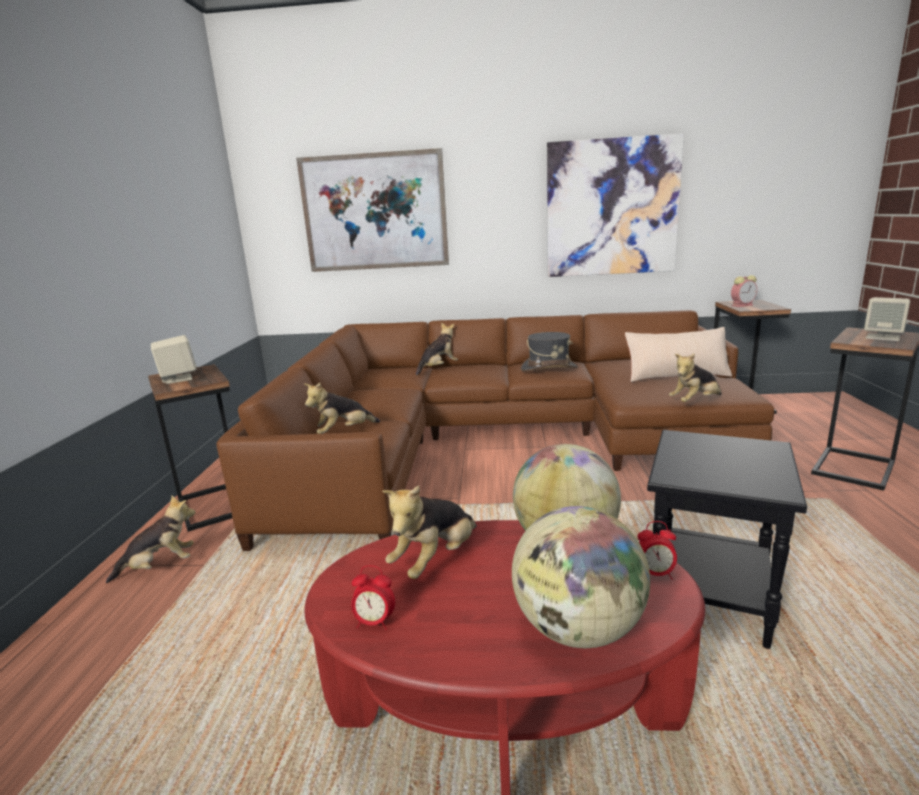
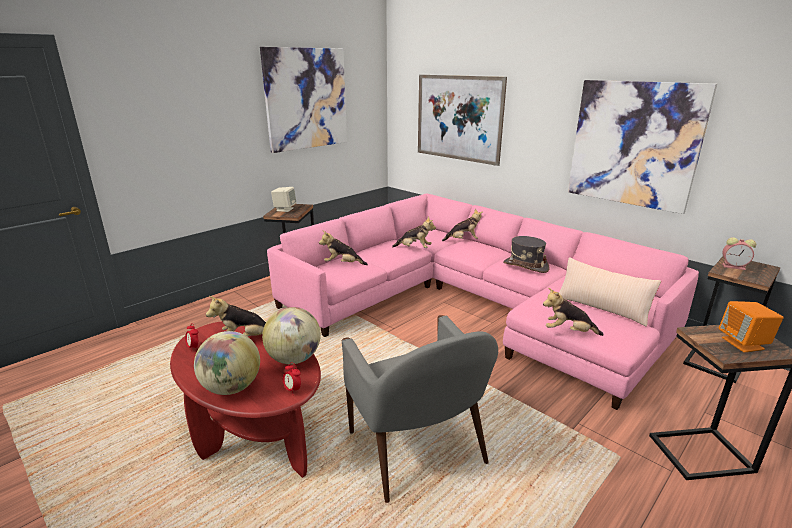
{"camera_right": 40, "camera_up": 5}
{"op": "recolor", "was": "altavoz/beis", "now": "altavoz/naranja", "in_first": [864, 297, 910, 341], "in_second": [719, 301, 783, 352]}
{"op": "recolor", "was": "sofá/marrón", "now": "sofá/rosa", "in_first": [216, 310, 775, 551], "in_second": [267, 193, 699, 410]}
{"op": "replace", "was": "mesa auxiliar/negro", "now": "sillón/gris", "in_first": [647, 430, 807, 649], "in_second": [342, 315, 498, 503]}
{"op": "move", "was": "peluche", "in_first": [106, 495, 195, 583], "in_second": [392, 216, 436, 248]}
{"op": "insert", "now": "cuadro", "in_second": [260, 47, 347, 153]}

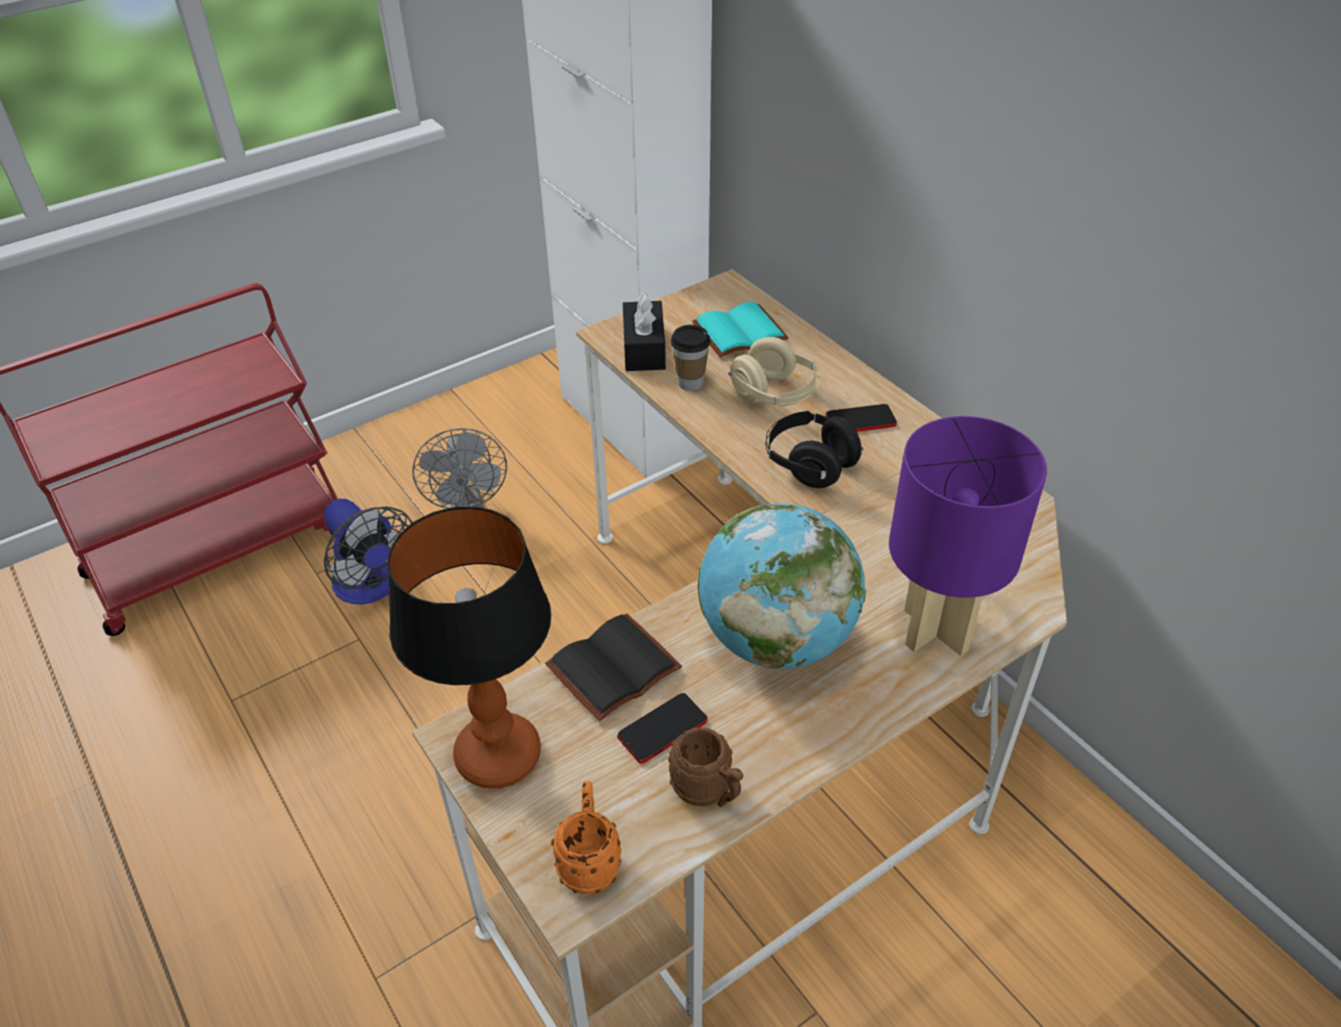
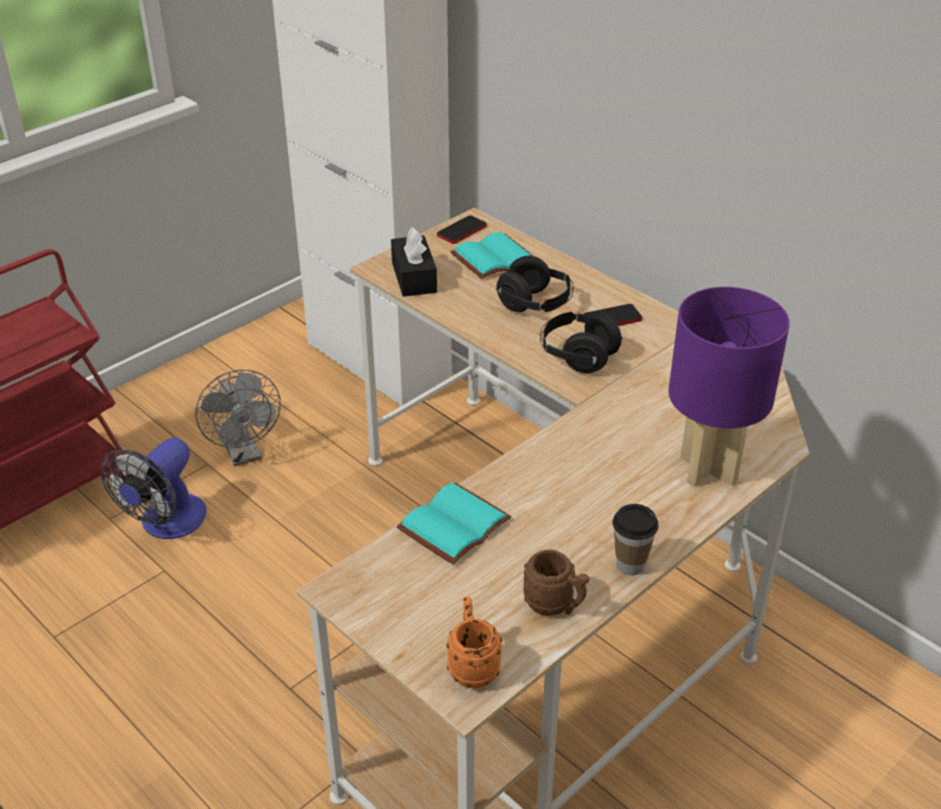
{"camera_right": -10, "camera_up": -5}
{"op": "move", "was": "taza", "in_first": [670, 325, 711, 391], "in_second": [612, 504, 659, 575]}
{"op": "recolor", "was": "auriculares/beis", "now": "auriculares/negro", "in_first": [728, 337, 820, 407], "in_second": [496, 256, 574, 312]}
{"op": "rotate", "was": "ventilador", "in_first": [324, 499, 412, 604], "in_second": [101, 438, 206, 539], "clockwise": 75}
{"op": "delete", "was": "globo terráqueo", "in_first": [698, 503, 866, 669]}
{"op": "delete", "was": "lámpara de mesa", "in_first": [387, 507, 551, 789]}
{"op": "recolor", "was": "libro/negro", "now": "libro/turquesa", "in_first": [545, 613, 682, 721], "in_second": [397, 483, 511, 565]}
{"op": "move", "was": "móvil", "in_first": [617, 693, 708, 763], "in_second": [437, 215, 487, 244]}

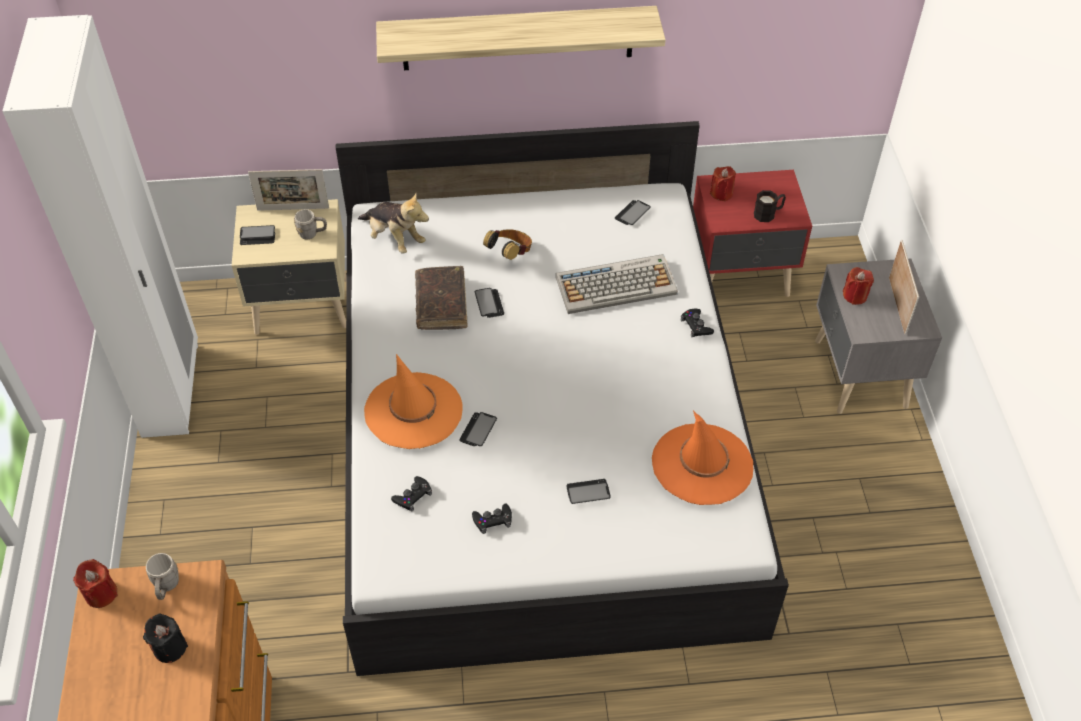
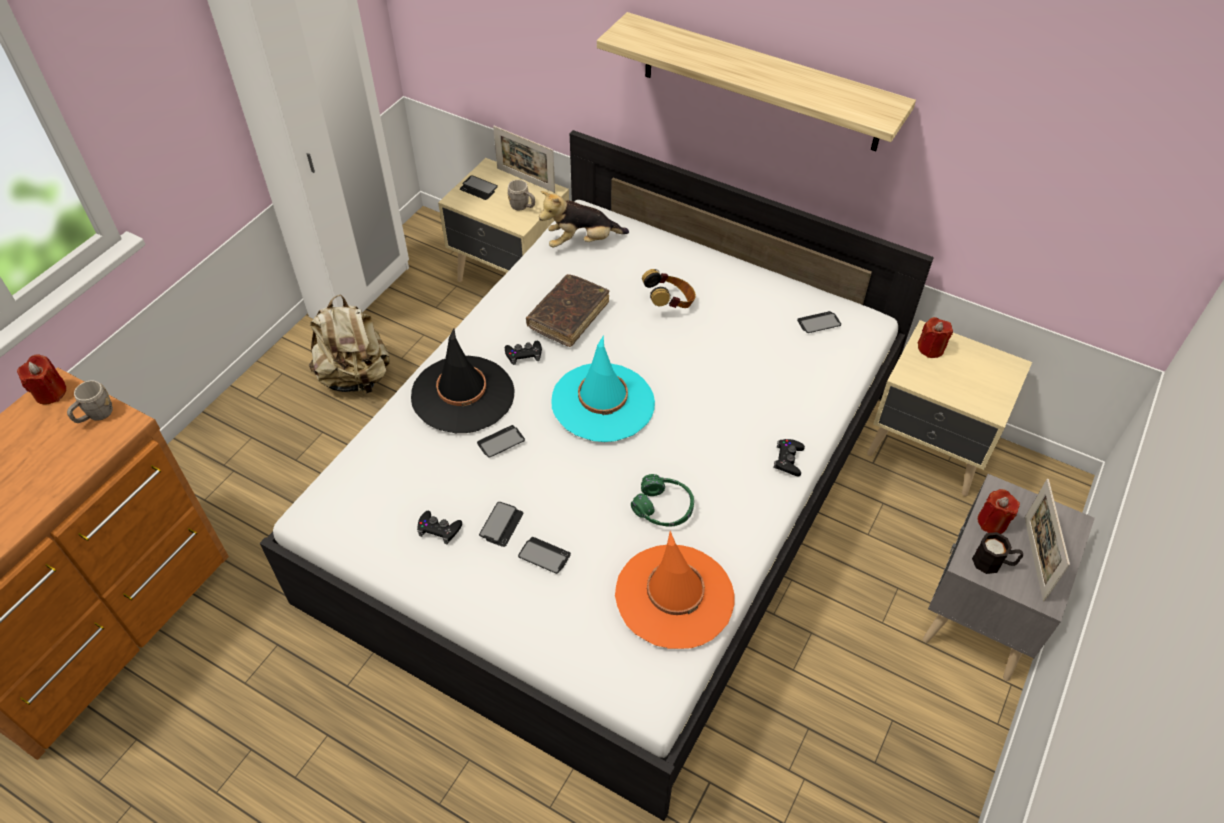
{"camera_right": 35, "camera_up": 0}
{"op": "recolor", "was": "mesita de noche/rojo", "now": "mesita de noche/beis", "in_first": [693, 170, 812, 297], "in_second": [867, 320, 1032, 496]}
{"op": "move", "was": "taza grande/negro", "in_first": [754, 190, 786, 222], "in_second": [972, 532, 1023, 574]}
{"op": "rotate", "was": "peluche", "in_first": [358, 193, 429, 254], "in_second": [539, 191, 629, 247], "clockwise": 90}
{"op": "rotate", "was": "portarretratos", "in_first": [889, 240, 919, 335], "in_second": [1025, 479, 1070, 601], "clockwise": 150}
{"op": "delete", "was": "teclado", "in_first": [556, 254, 678, 314]}
{"op": "move", "was": "móvil", "in_first": [474, 288, 504, 318], "in_second": [479, 502, 523, 547]}
{"op": "recolor", "was": "sombrero/naranja", "now": "sombrero/negro", "in_first": [364, 354, 462, 449], "in_second": [411, 328, 514, 433]}
{"op": "move", "was": "mando de consola/negro", "in_first": [391, 476, 432, 511], "in_second": [505, 341, 542, 365]}
{"op": "delete", "was": "vela/negro", "in_first": [143, 613, 188, 663]}
{"op": "insert", "now": "mochila/beis", "in_second": [309, 294, 390, 394]}
{"op": "insert", "now": "sombrero/turquesa", "in_second": [551, 335, 655, 442]}
{"op": "insert", "now": "auriculares/verde", "in_second": [631, 474, 694, 527]}

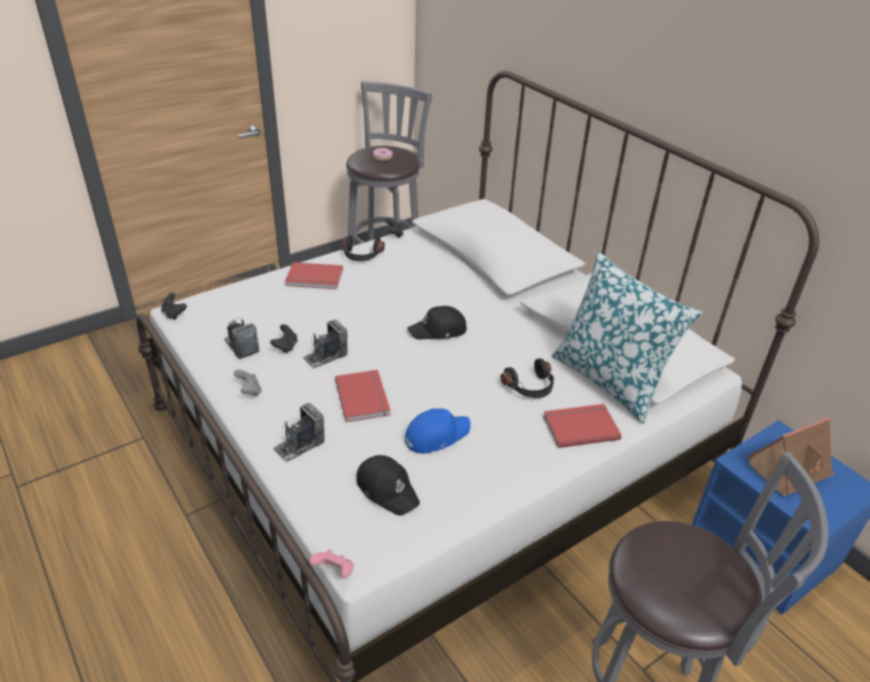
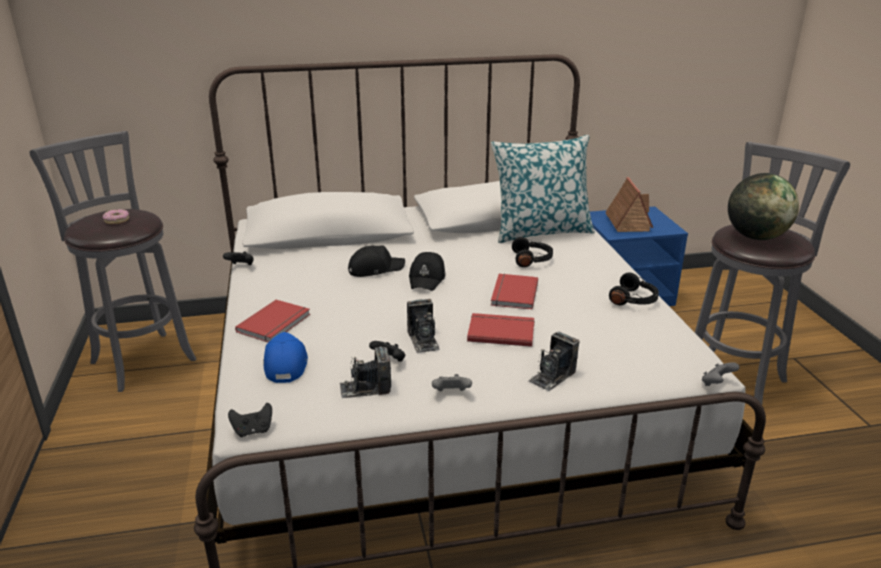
{"camera_right": -65, "camera_up": -10}
{"op": "move", "was": "auriculares/negro", "in_first": [342, 235, 385, 261], "in_second": [609, 272, 659, 305]}
{"op": "rotate", "was": "cámara", "in_first": [273, 403, 325, 462], "in_second": [528, 332, 580, 391], "clockwise": 60}
{"op": "move", "was": "libro/rojo", "in_first": [543, 404, 622, 448], "in_second": [491, 274, 538, 310]}
{"op": "move", "was": "gorra/azul", "in_first": [405, 408, 471, 454], "in_second": [263, 332, 308, 383]}
{"op": "move", "was": "gorra/negro", "in_first": [356, 455, 420, 516], "in_second": [348, 245, 405, 277]}
{"op": "recolor", "was": "mando de consola/rosa", "now": "mando de consola/gris", "in_first": [309, 549, 354, 578], "in_second": [702, 362, 740, 386]}
{"op": "insert", "now": "globo terráqueo", "in_second": [728, 173, 799, 240]}

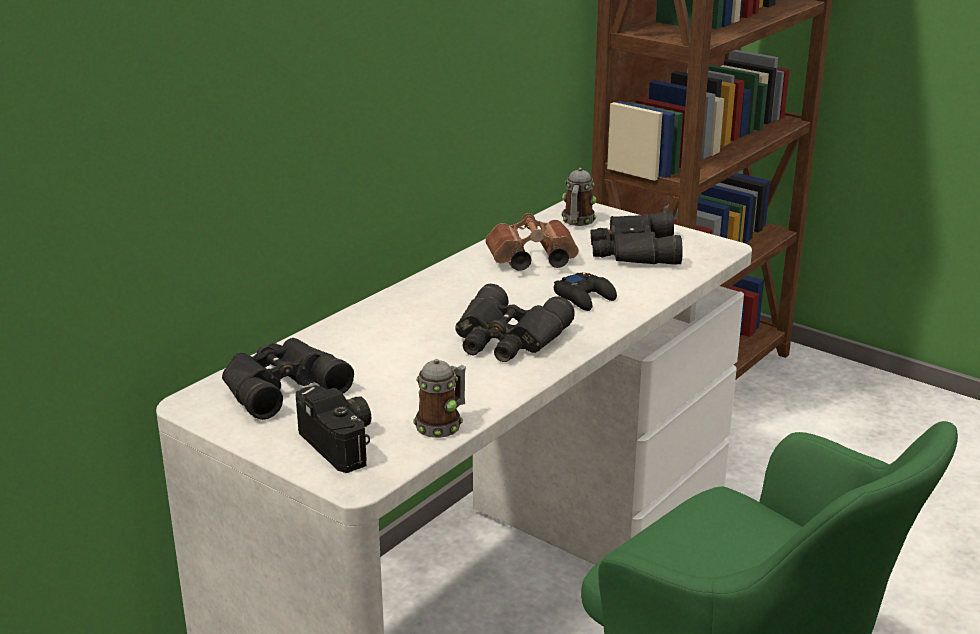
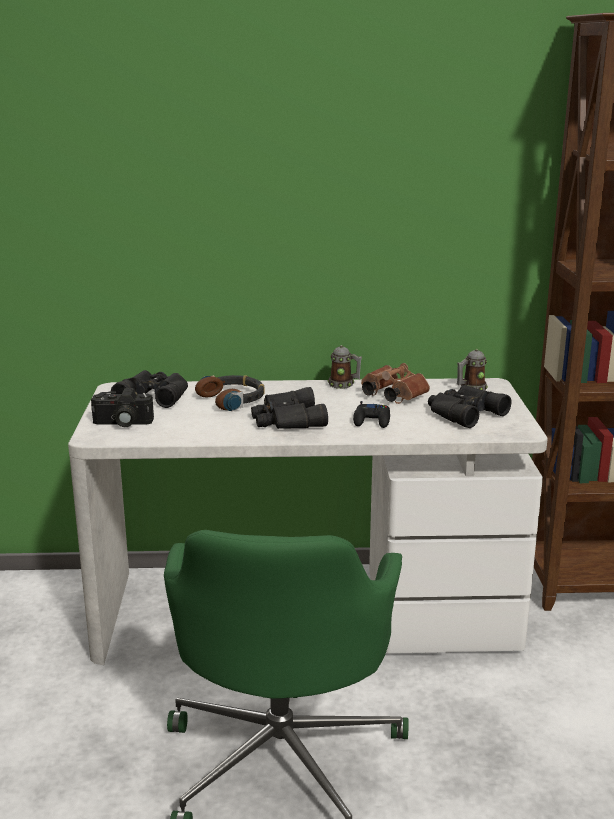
{"camera_right": 50, "camera_up": -5}
{"op": "move", "was": "taza grande", "in_first": [413, 359, 466, 438], "in_second": [328, 345, 362, 389]}
{"op": "rotate", "was": "cámara", "in_first": [296, 385, 371, 473], "in_second": [91, 388, 154, 427], "clockwise": 75}
{"op": "insert", "now": "auriculares", "in_second": [195, 375, 265, 411]}

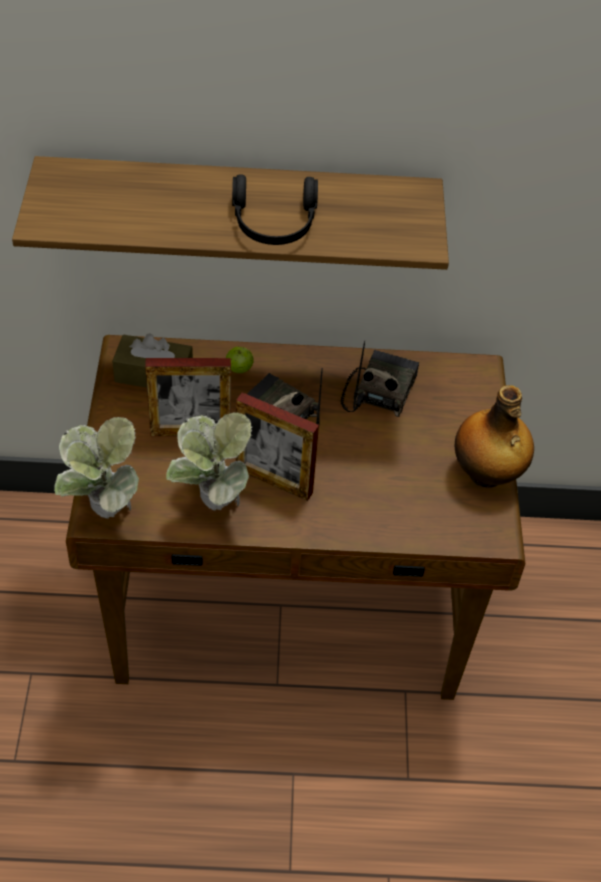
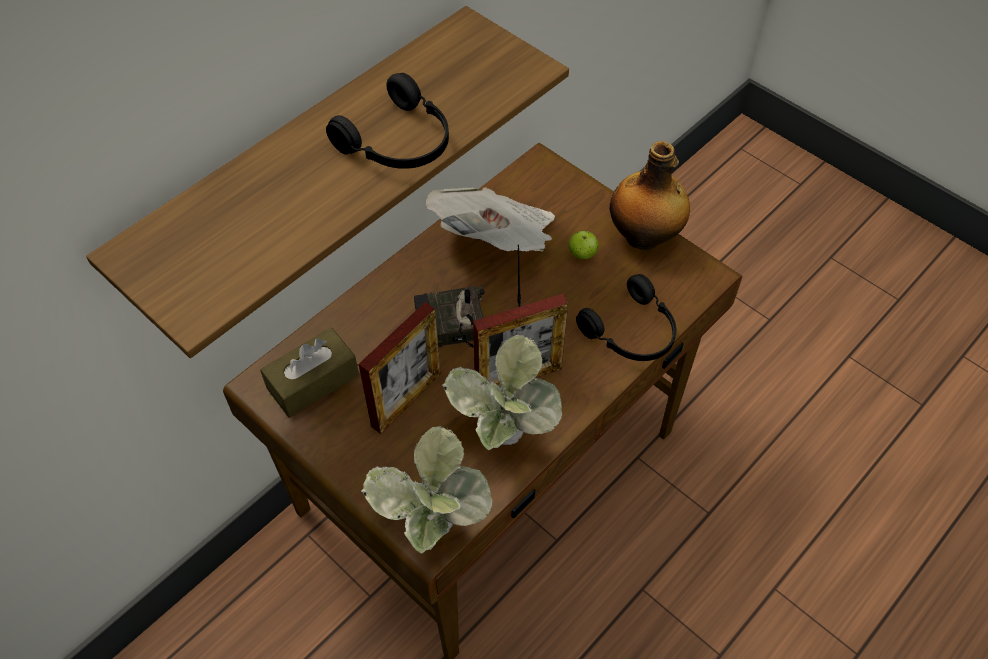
{"camera_right": -45, "camera_up": 5}
{"op": "replace", "was": "radio", "now": "periódico", "in_first": [341, 340, 419, 417], "in_second": [426, 187, 555, 252]}
{"op": "move", "was": "manzana", "in_first": [226, 347, 254, 373], "in_second": [569, 231, 599, 259]}
{"op": "insert", "now": "auriculares/negro", "in_second": [576, 274, 676, 361]}

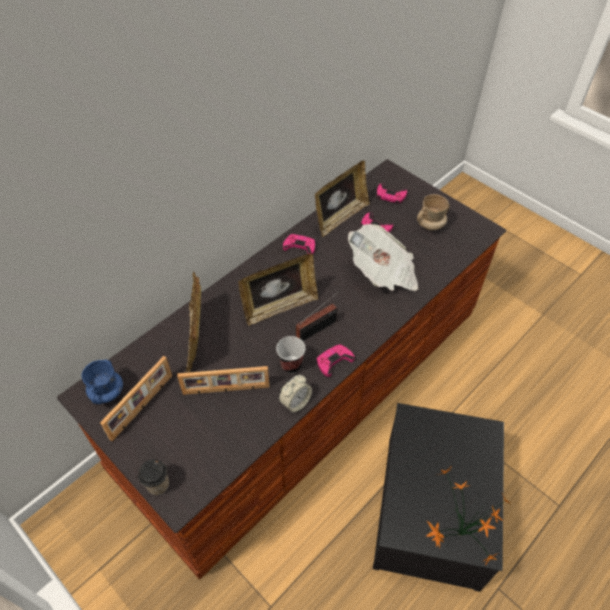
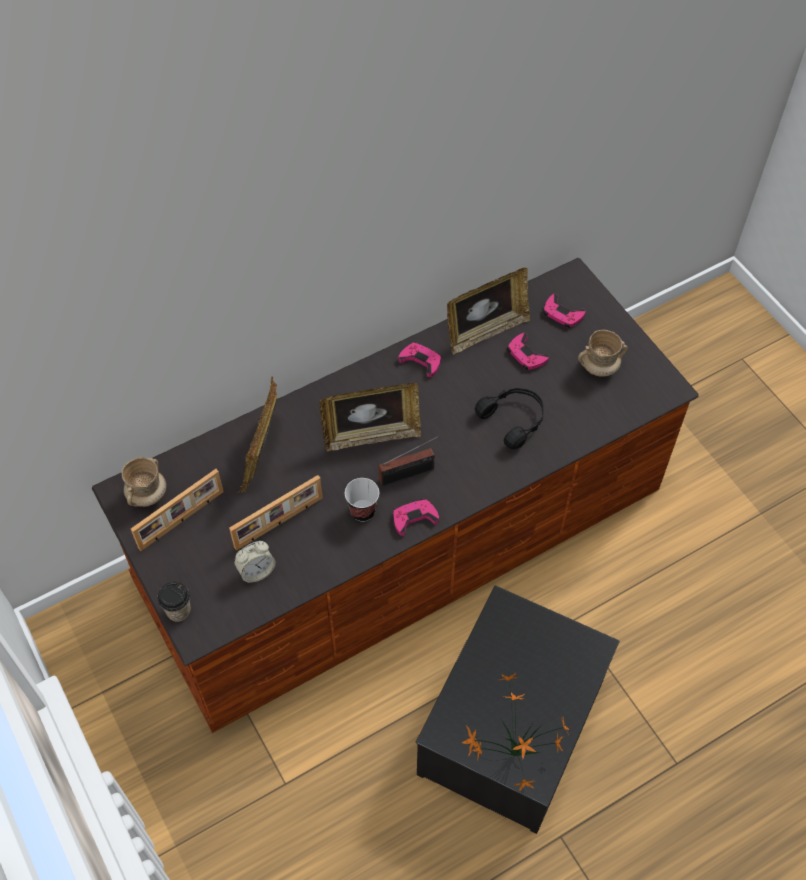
{"camera_right": 15, "camera_up": 5}
{"op": "replace", "was": "periódico", "now": "auriculares/negro", "in_first": [348, 224, 418, 291], "in_second": [475, 388, 544, 450]}
{"op": "recolor", "was": "taza grande/azul", "now": "taza grande/beis", "in_first": [81, 359, 123, 404], "in_second": [122, 457, 166, 507]}
{"op": "rotate", "was": "portarretratos", "in_first": [177, 366, 270, 395], "in_second": [229, 475, 323, 551], "clockwise": -45}
{"op": "move", "was": "despertador", "in_first": [279, 375, 312, 413], "in_second": [234, 541, 276, 583]}

